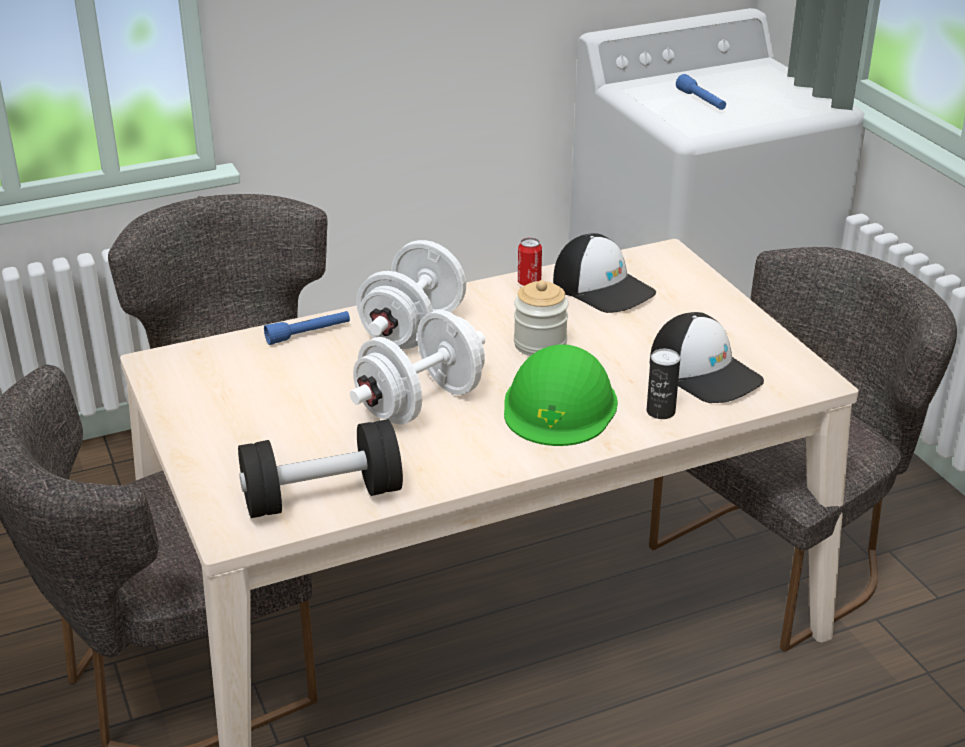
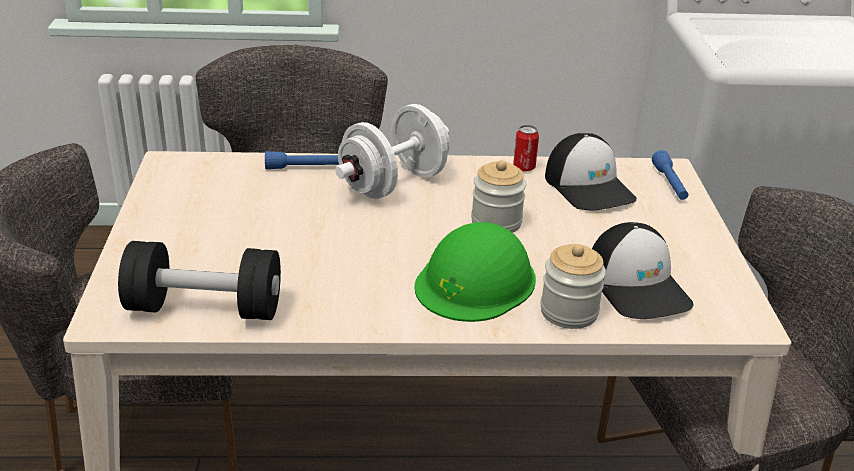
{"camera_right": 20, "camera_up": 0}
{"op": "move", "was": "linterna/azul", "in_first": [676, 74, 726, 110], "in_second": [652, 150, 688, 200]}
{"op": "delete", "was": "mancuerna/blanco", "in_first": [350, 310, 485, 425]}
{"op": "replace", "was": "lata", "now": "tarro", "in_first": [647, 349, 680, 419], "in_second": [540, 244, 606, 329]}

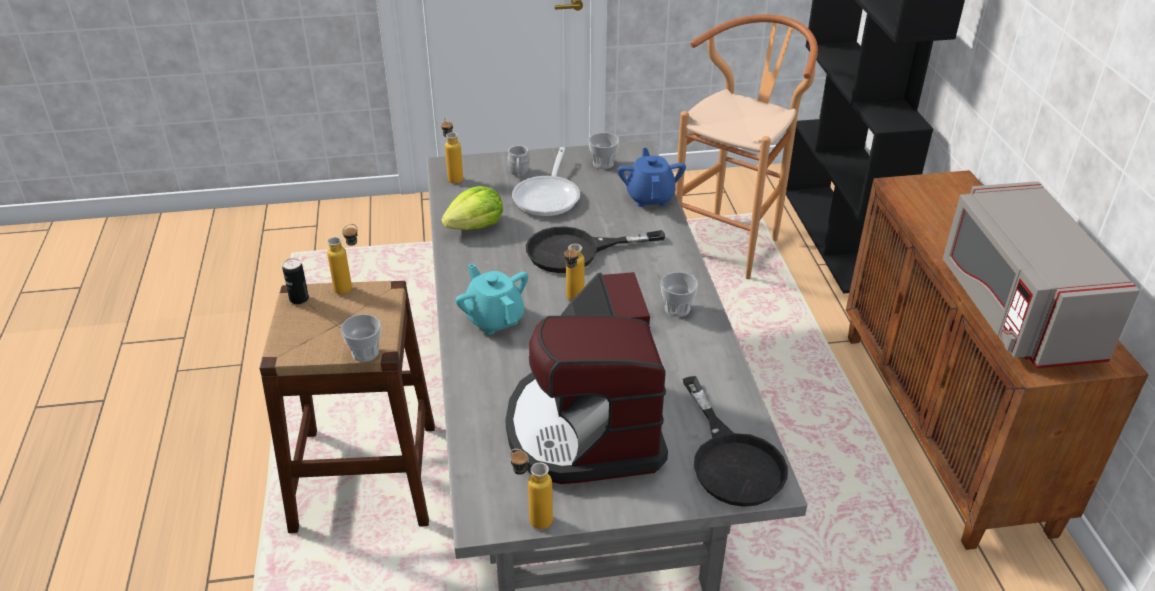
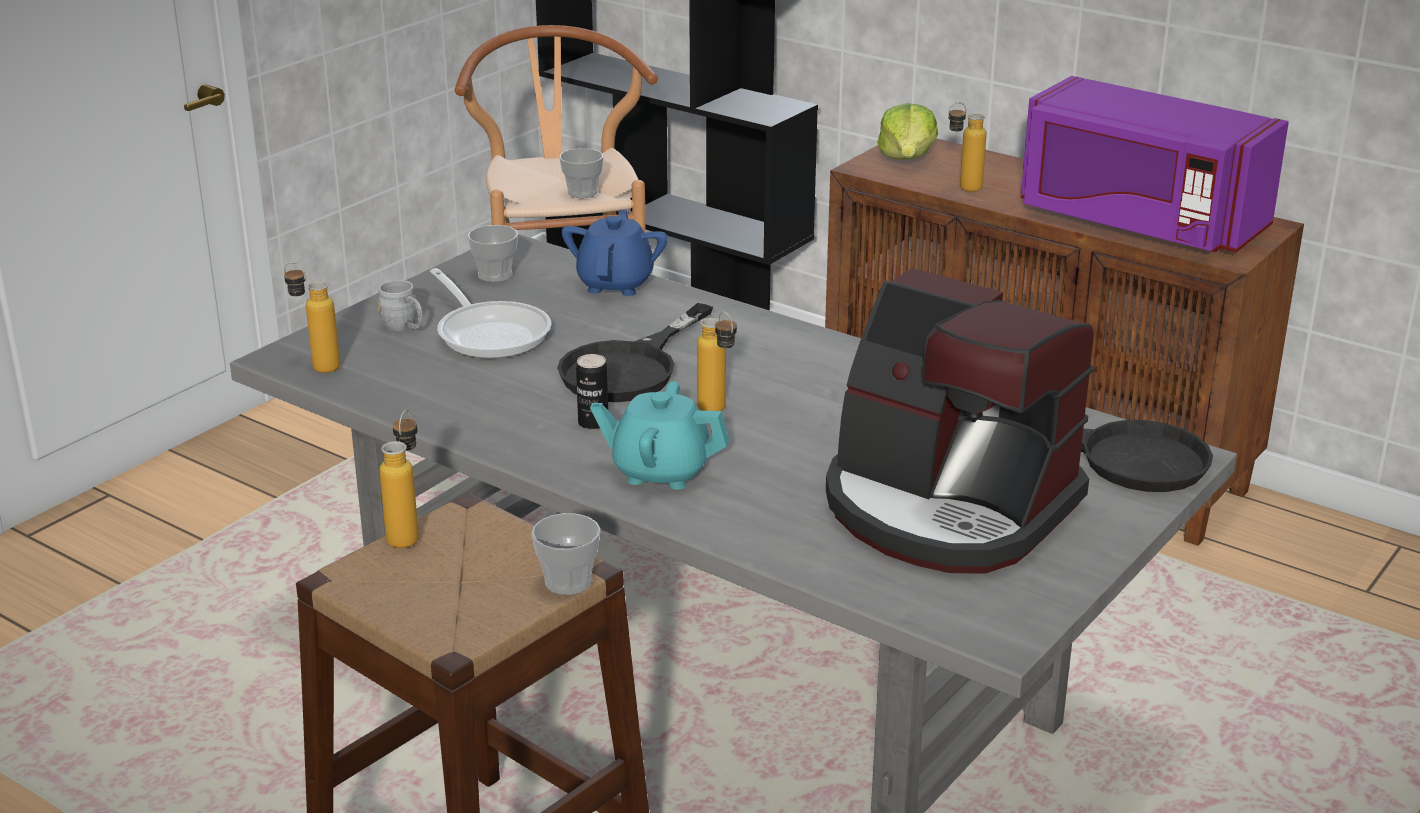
{"camera_right": -45, "camera_up": -10}
{"op": "rotate", "was": "tetera/azul", "in_first": [617, 148, 686, 207], "in_second": [561, 210, 668, 296], "clockwise": 60}
{"op": "recolor", "was": "microondas/gris", "now": "microondas/morado", "in_first": [943, 181, 1140, 369], "in_second": [1021, 76, 1289, 252]}
{"op": "move", "was": "lechuga", "in_first": [441, 186, 503, 230], "in_second": [877, 103, 938, 159]}
{"op": "move", "was": "lata", "in_first": [282, 258, 309, 304], "in_second": [576, 354, 608, 430]}
{"op": "move", "was": "taza", "in_first": [660, 272, 698, 317], "in_second": [559, 148, 603, 198]}
{"op": "move", "was": "botella", "in_first": [510, 449, 553, 529], "in_second": [948, 102, 987, 192]}

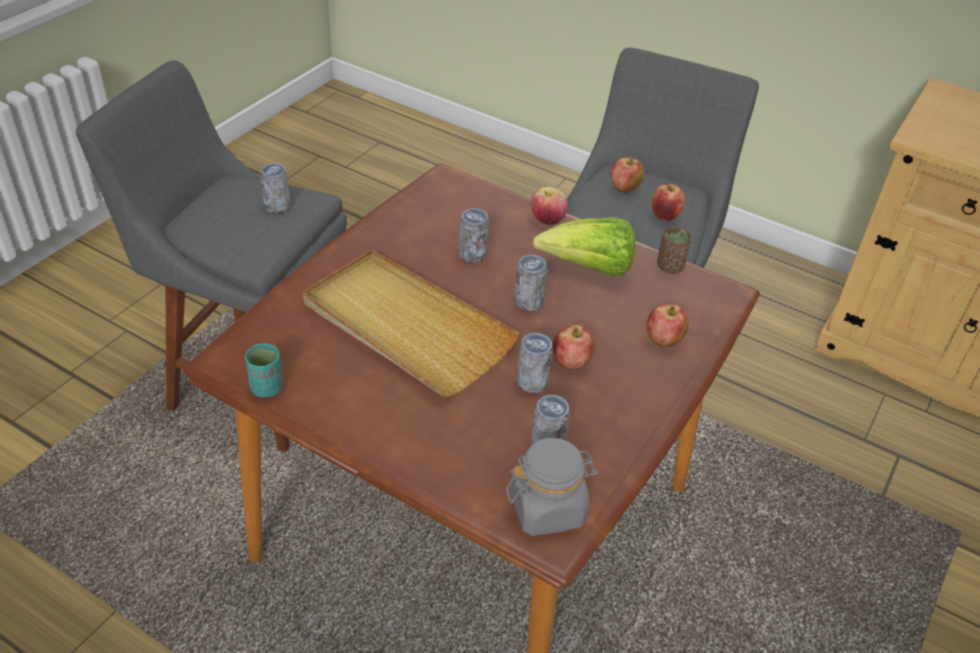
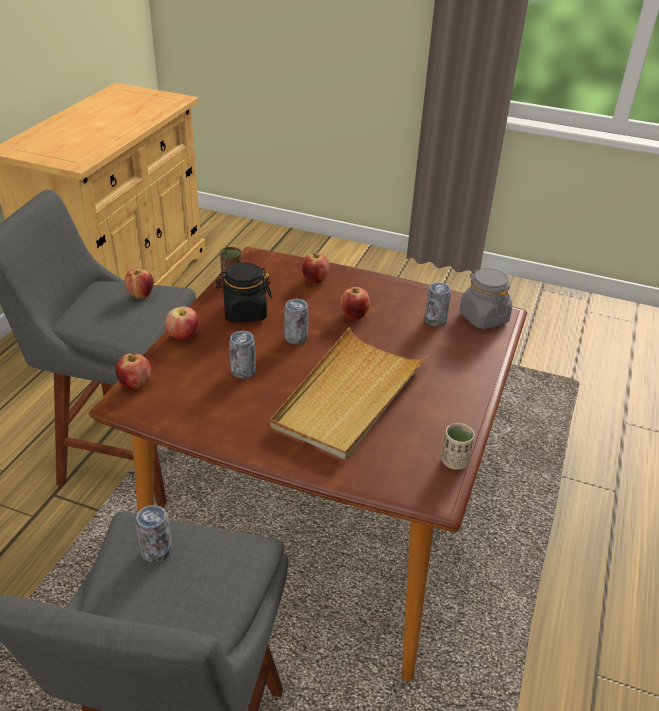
{"camera_right": -100, "camera_up": -5}
{"op": "move", "was": "manzana", "in_first": [611, 157, 643, 193], "in_second": [115, 353, 151, 391]}
{"op": "replace", "was": "lechuga", "now": "tarro/negro", "in_first": [532, 217, 635, 276], "in_second": [216, 262, 272, 322]}
{"op": "delete", "was": "lata", "in_first": [516, 333, 553, 393]}
{"op": "recolor", "was": "taza/turquesa", "now": "taza/beis", "in_first": [245, 343, 283, 398], "in_second": [441, 423, 475, 470]}

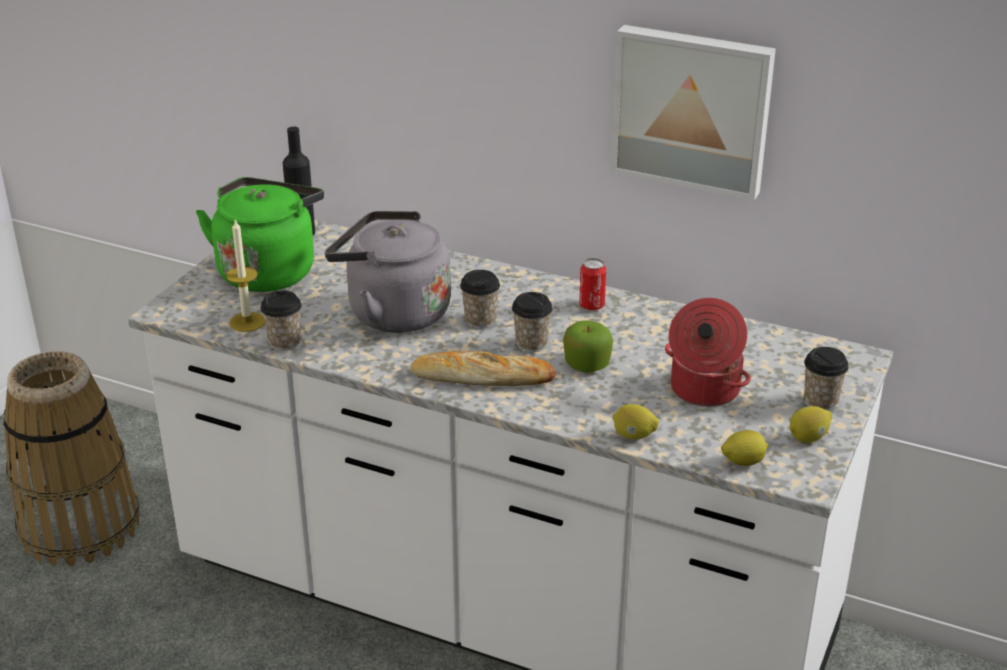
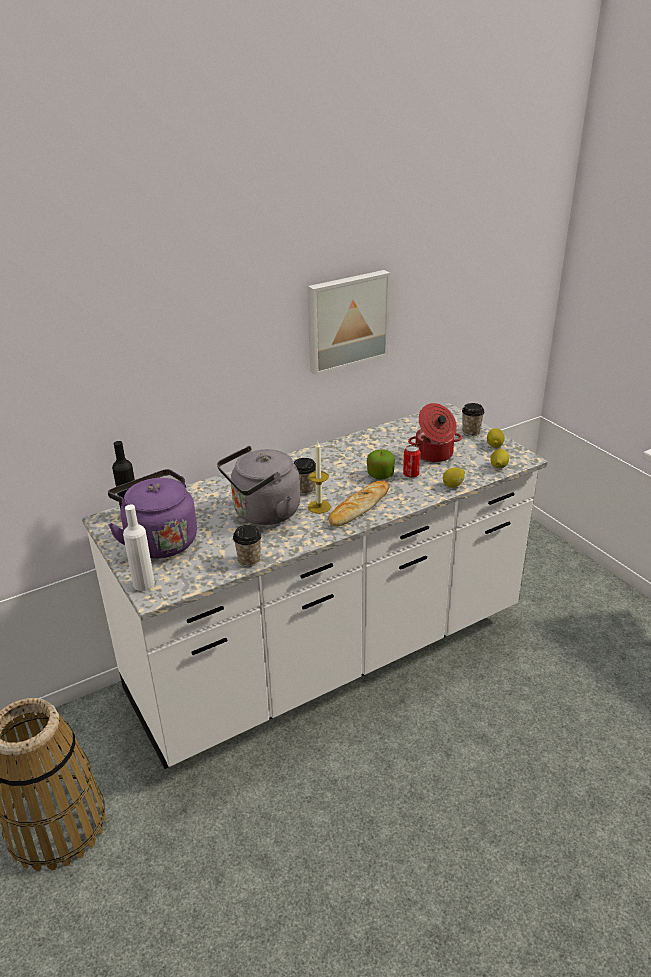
{"camera_right": -55, "camera_up": 0}
{"op": "recolor", "was": "hervidor/verde", "now": "hervidor/morado", "in_first": [196, 177, 324, 292], "in_second": [108, 469, 197, 558]}
{"op": "move", "was": "vela", "in_first": [226, 219, 265, 332], "in_second": [308, 442, 331, 514]}
{"op": "move", "was": "lata", "in_first": [579, 258, 606, 310], "in_second": [403, 445, 420, 478]}
{"op": "delete", "was": "taza", "in_first": [512, 292, 553, 352]}
{"op": "insert", "now": "botella/blanco", "in_second": [123, 505, 155, 591]}

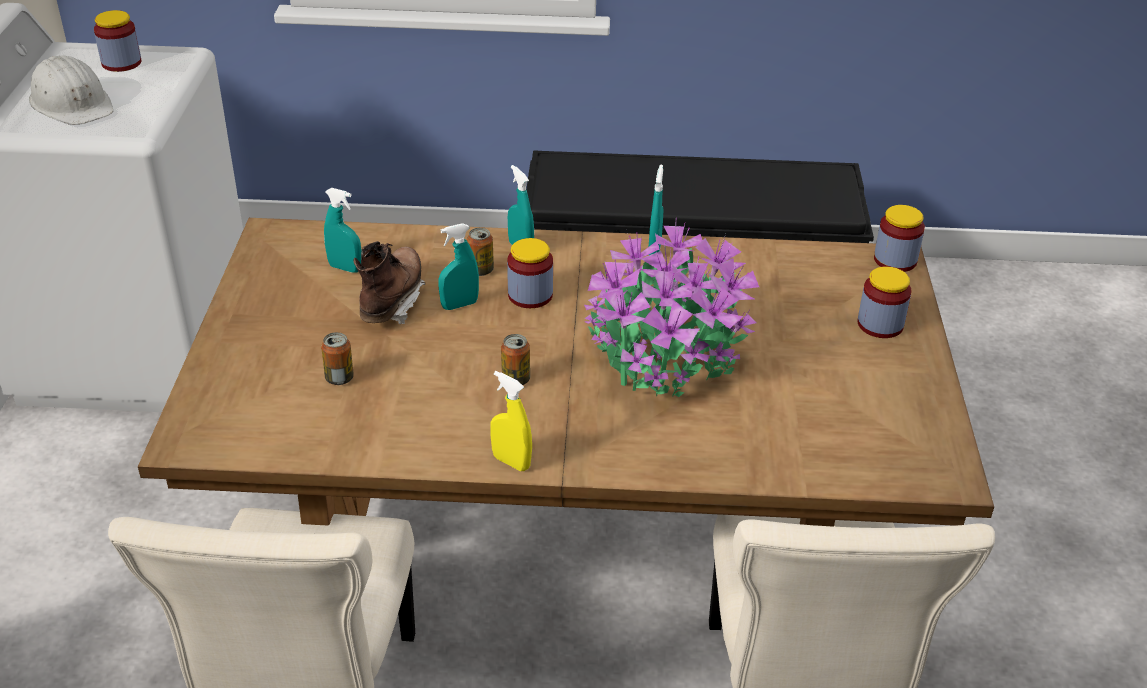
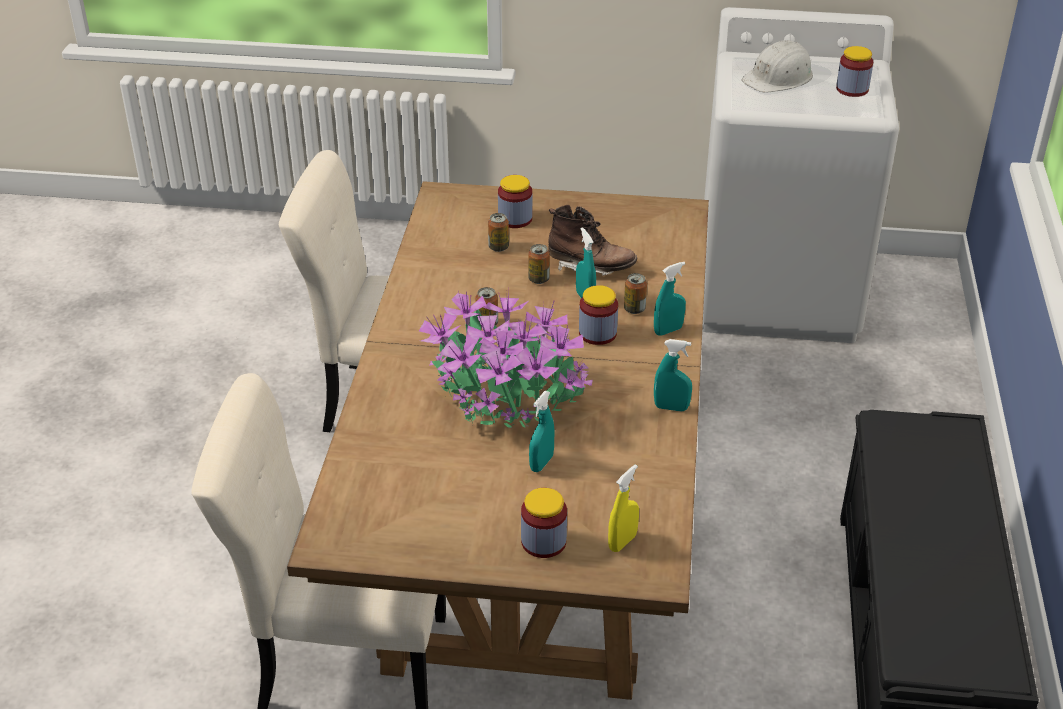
{"camera_right": 95, "camera_up": 0}
{"op": "move", "was": "pulverizador/turquesa", "in_first": [324, 188, 361, 273], "in_second": [529, 391, 555, 472]}
{"op": "move", "was": "tarro", "in_first": [874, 205, 925, 272], "in_second": [498, 175, 532, 228]}
{"op": "move", "was": "pulverizador/amarillo", "in_first": [490, 371, 532, 471], "in_second": [608, 464, 639, 552]}
{"op": "insert", "now": "lata", "in_second": [528, 244, 550, 284]}

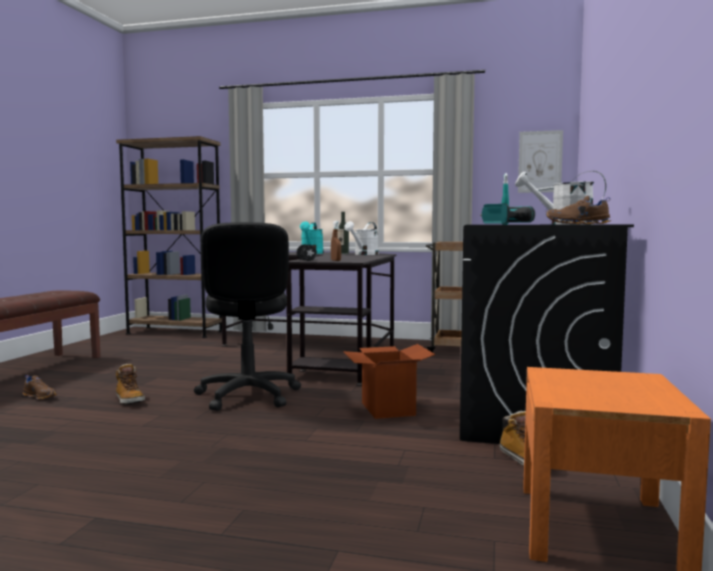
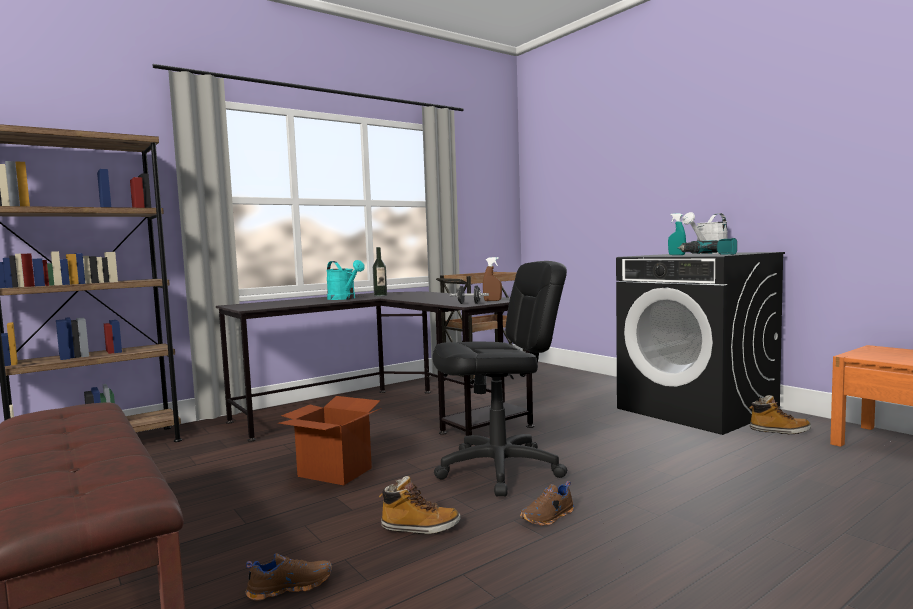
{"camera_right": -50, "camera_up": 0}
{"op": "delete", "was": "cuadro", "in_first": [518, 130, 563, 193]}
{"op": "move", "was": "zapato/marrón", "in_first": [546, 196, 611, 224], "in_second": [520, 481, 574, 526]}
{"op": "delete", "was": "regadera/blanco", "in_first": [344, 221, 379, 255]}
{"op": "rotate", "was": "silla de oficina/negro", "in_first": [194, 222, 301, 411], "in_second": [432, 261, 567, 496], "clockwise": -45}
{"op": "move", "was": "caja de cartón", "in_first": [343, 344, 436, 419], "in_second": [278, 396, 382, 485]}

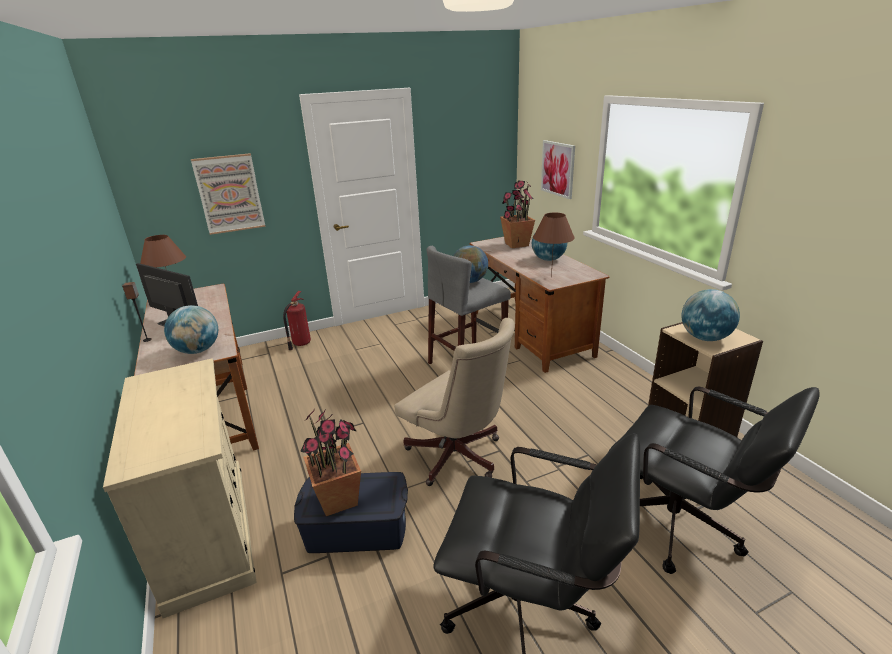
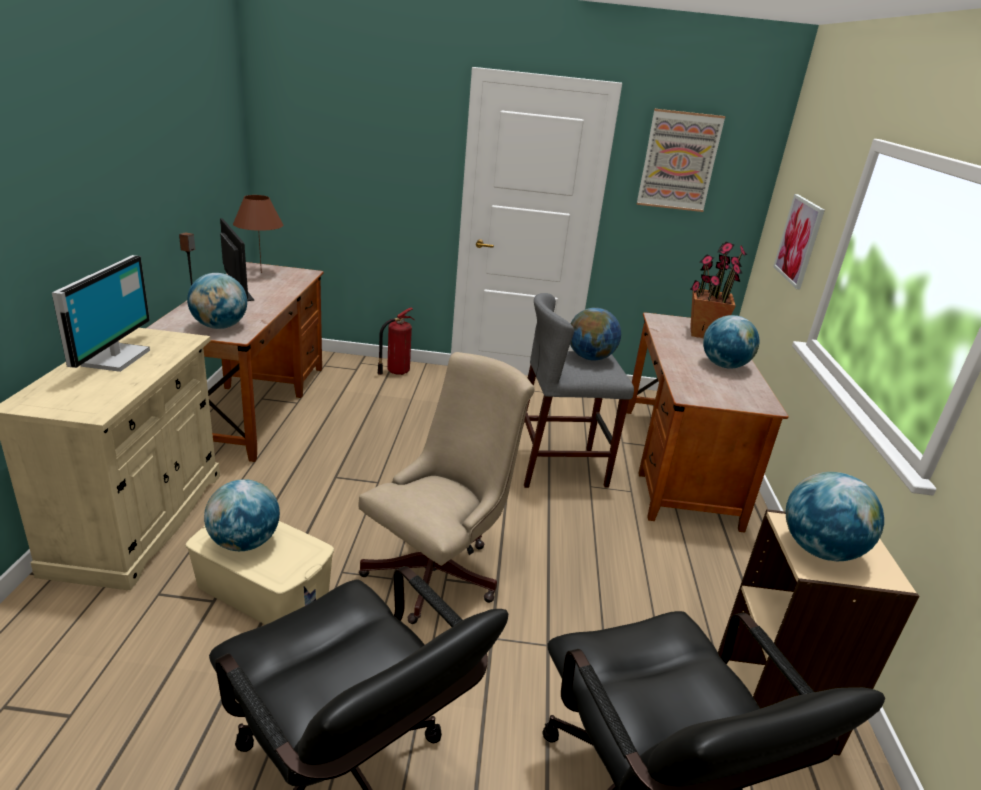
{"camera_right": 25, "camera_up": 0}
{"op": "move", "was": "cuadro", "in_first": [191, 153, 265, 235], "in_second": [637, 109, 726, 212]}
{"op": "delete", "was": "lámpara de mesa/marrón", "in_first": [533, 212, 575, 277]}
{"op": "rotate", "was": "silla de oficina/beis", "in_first": [394, 318, 515, 486], "in_second": [359, 352, 534, 624], "clockwise": -120}
{"op": "replace", "was": "planta en maceta", "now": "globo terráqueo", "in_first": [300, 408, 361, 516], "in_second": [204, 479, 280, 551]}
{"op": "recolor", "was": "caja de almacenaje/azul", "now": "caja de almacenaje/beis", "in_first": [294, 472, 408, 553], "in_second": [185, 521, 334, 625]}
{"op": "insert", "now": "monitor", "in_second": [52, 255, 150, 372]}

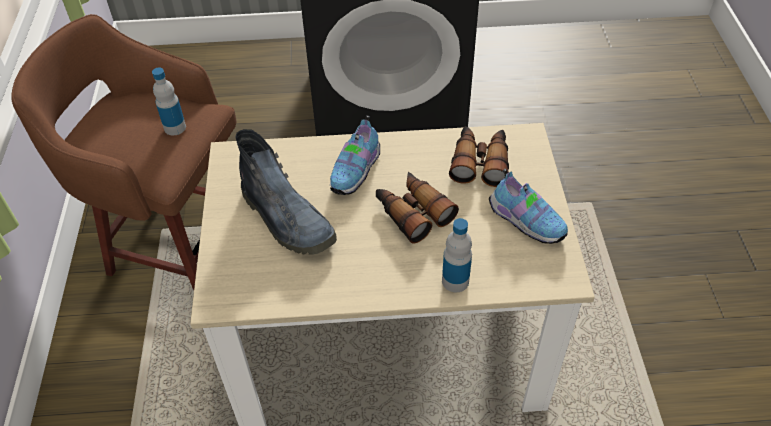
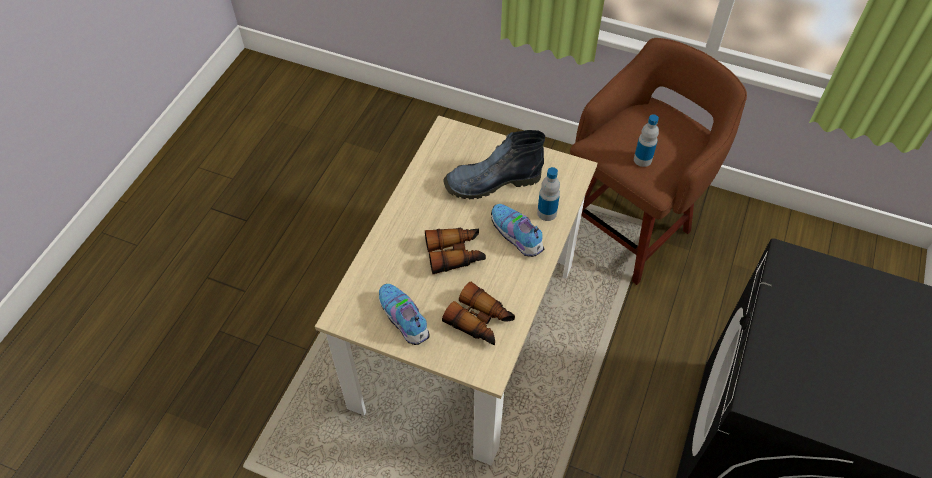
{"camera_right": 115, "camera_up": 5}
{"op": "rotate", "was": "zapato", "in_first": [489, 169, 568, 244], "in_second": [379, 284, 430, 345], "clockwise": 75}
{"op": "move", "was": "botella", "in_first": [442, 218, 472, 292], "in_second": [537, 167, 560, 221]}

